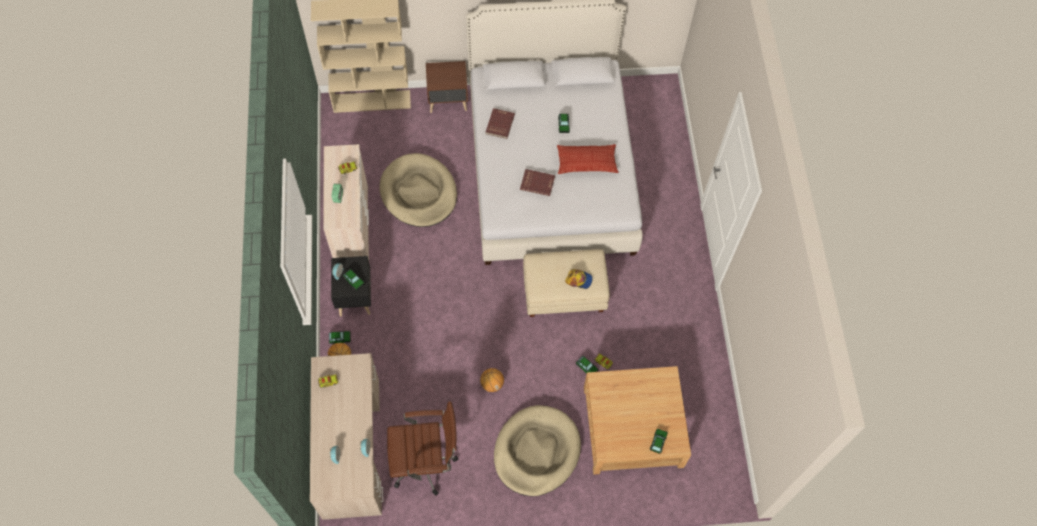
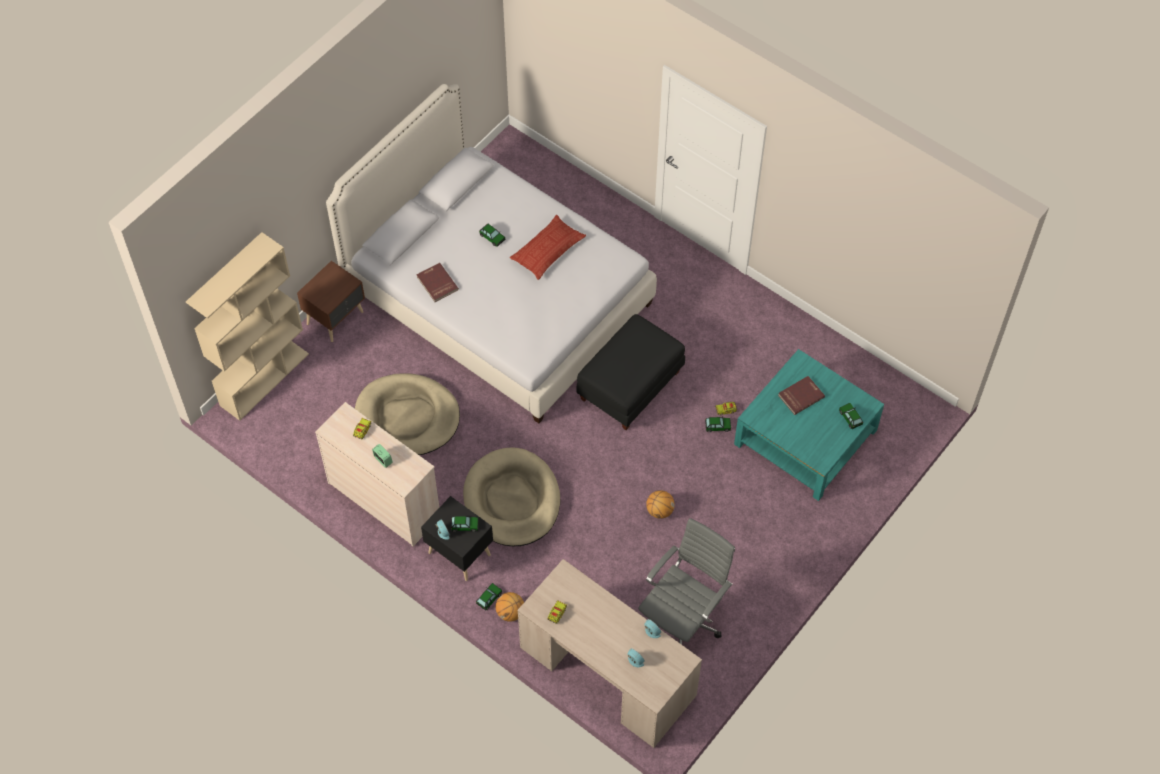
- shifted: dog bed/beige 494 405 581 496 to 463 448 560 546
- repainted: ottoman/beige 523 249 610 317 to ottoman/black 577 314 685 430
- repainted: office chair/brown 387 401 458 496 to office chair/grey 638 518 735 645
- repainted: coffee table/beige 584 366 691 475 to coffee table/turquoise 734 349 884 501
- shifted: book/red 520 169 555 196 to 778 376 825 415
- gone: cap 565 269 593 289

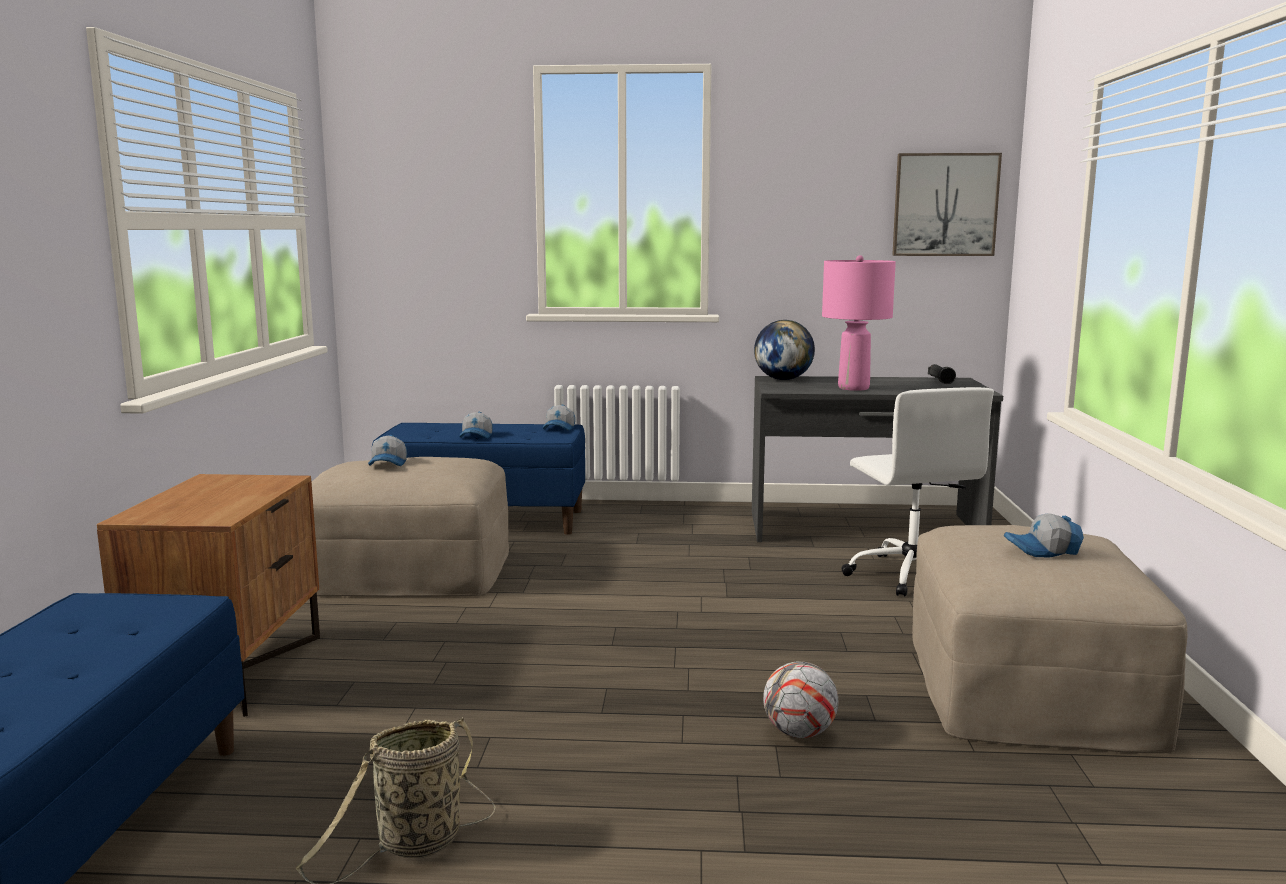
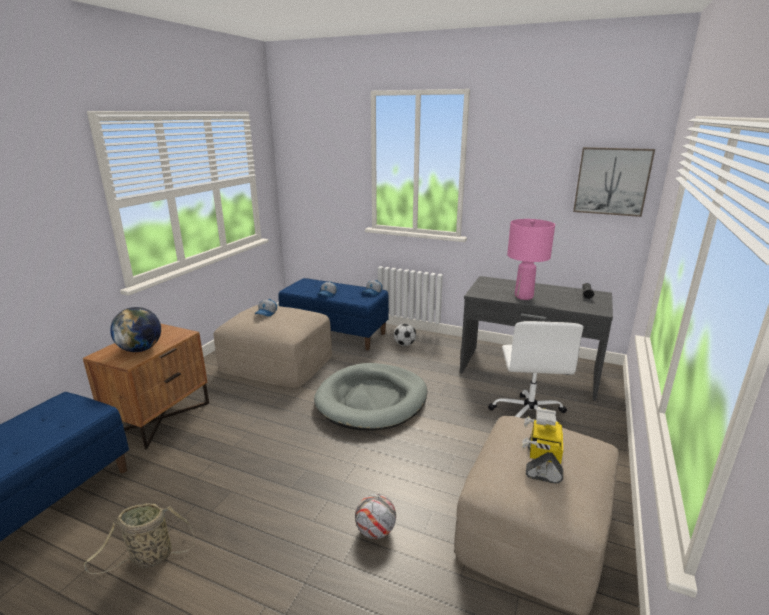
- shifted: globe 754 320 815 380 to 110 307 161 352
- new: dog bed/grey 314 363 427 430
- new: football 394 323 416 346
- swapped: cap 1004 513 1084 558 to toy robot 522 408 563 484

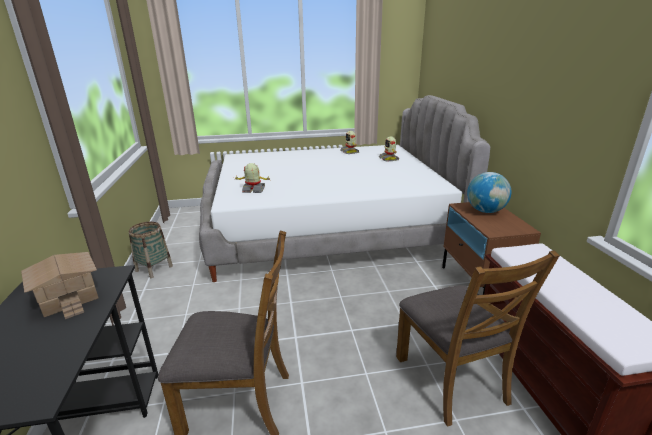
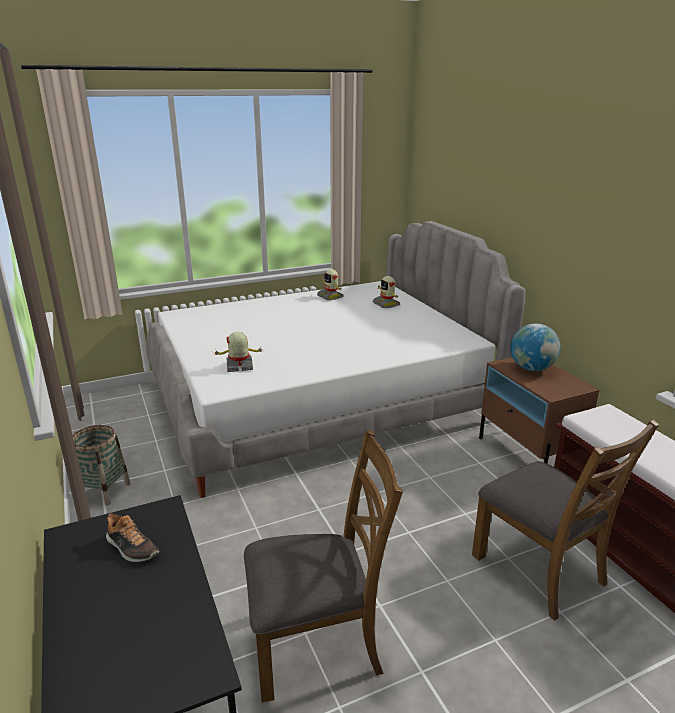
- swapped: toy house 21 252 99 319 to shoe 106 513 159 562

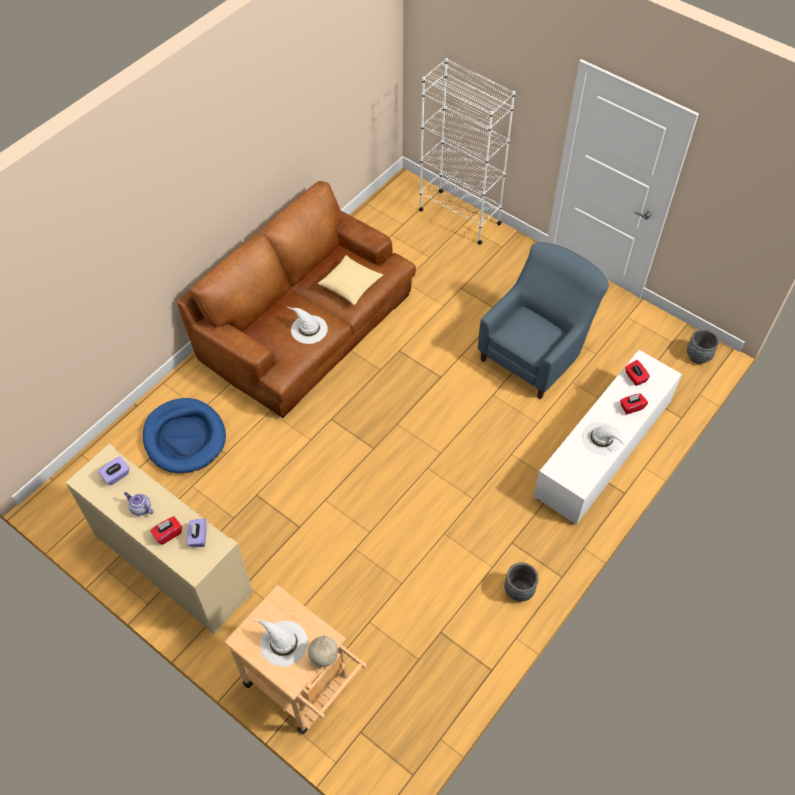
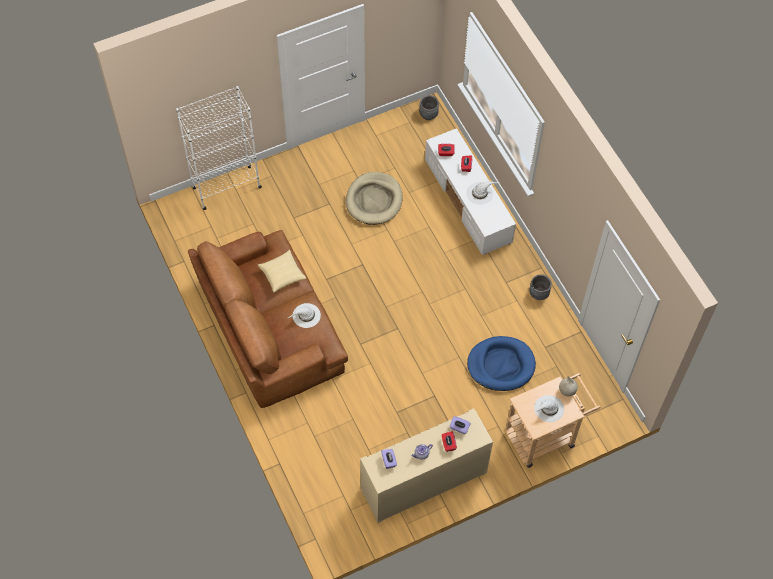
- swapped: armchair/blue 478 242 609 399 to dog bed/beige 346 172 403 225
- shifted: dog bed/blue 143 398 226 473 to 467 336 536 391

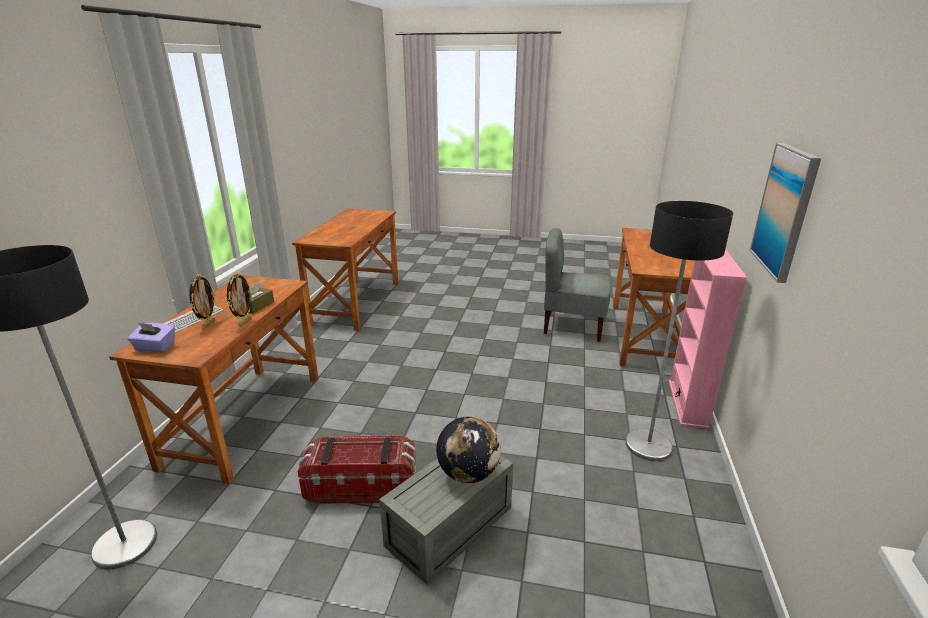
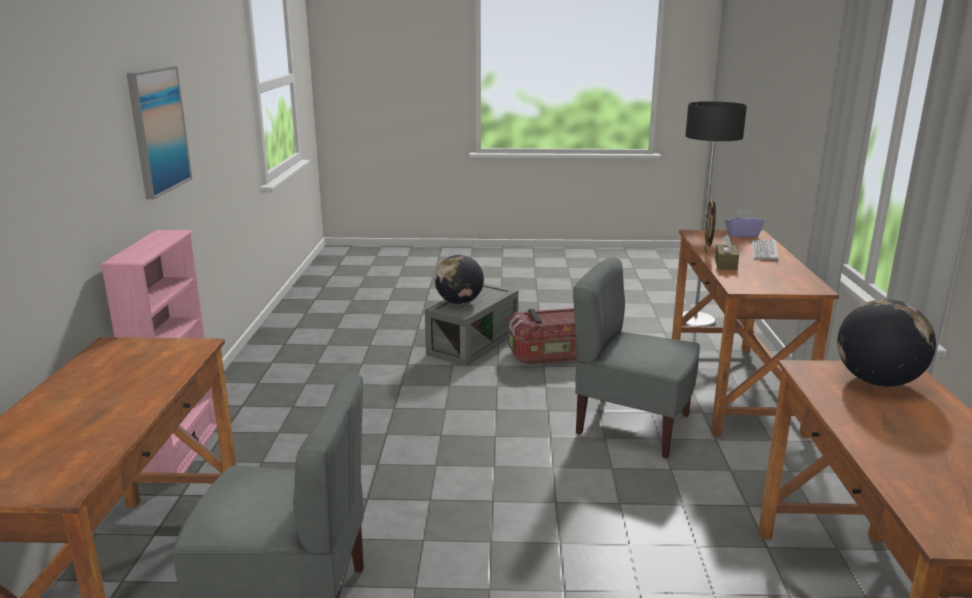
- new: chair/grey 573 258 700 458
- new: globe 837 299 936 387
- gone: picture frame 189 274 215 329
- gone: floor lamp 625 201 733 461

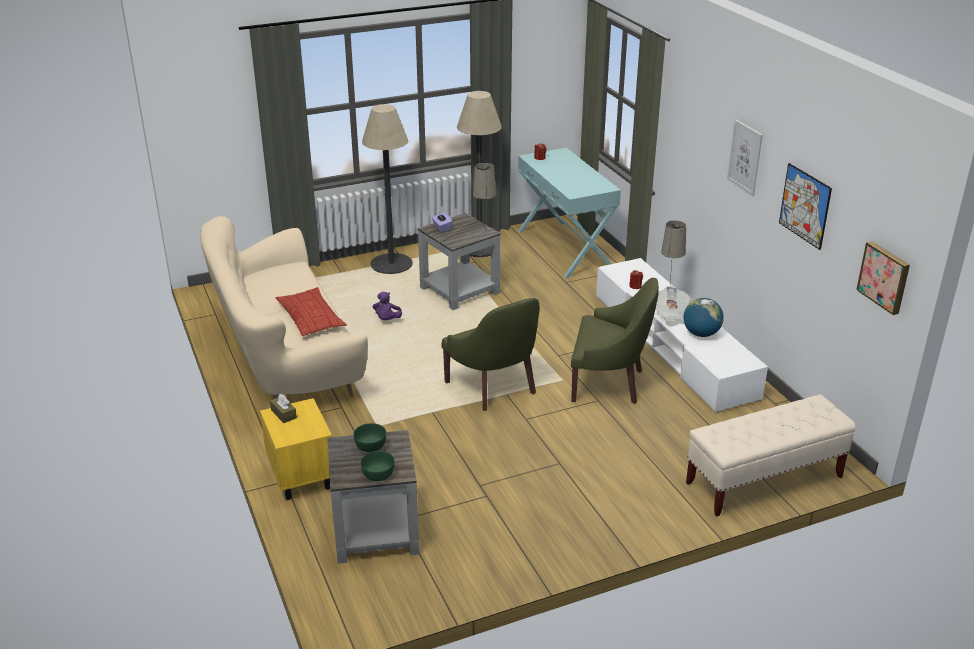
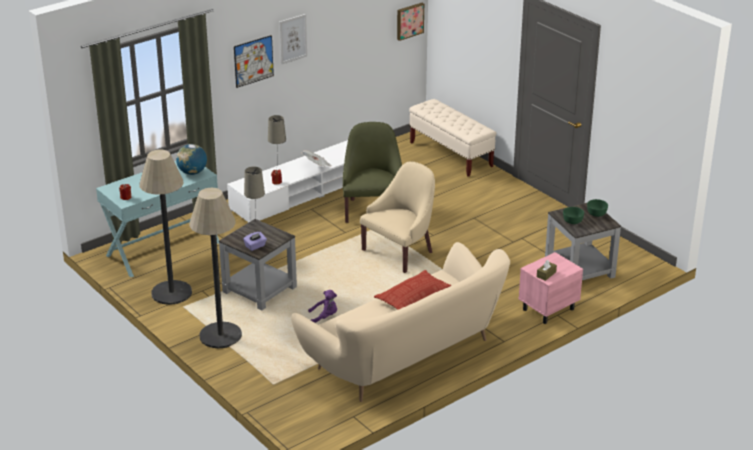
- shifted: globe 683 298 724 337 to 176 144 207 175
- shifted: picture 779 163 832 250 to 234 35 274 88
- repainted: armchair/green 441 298 540 411 to armchair/beige 360 161 435 273
- repainted: nightstand/yellow 260 398 332 500 to nightstand/pink 519 252 583 324

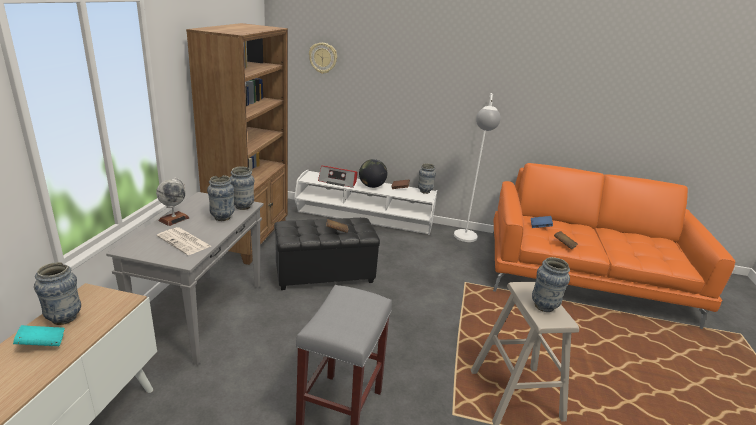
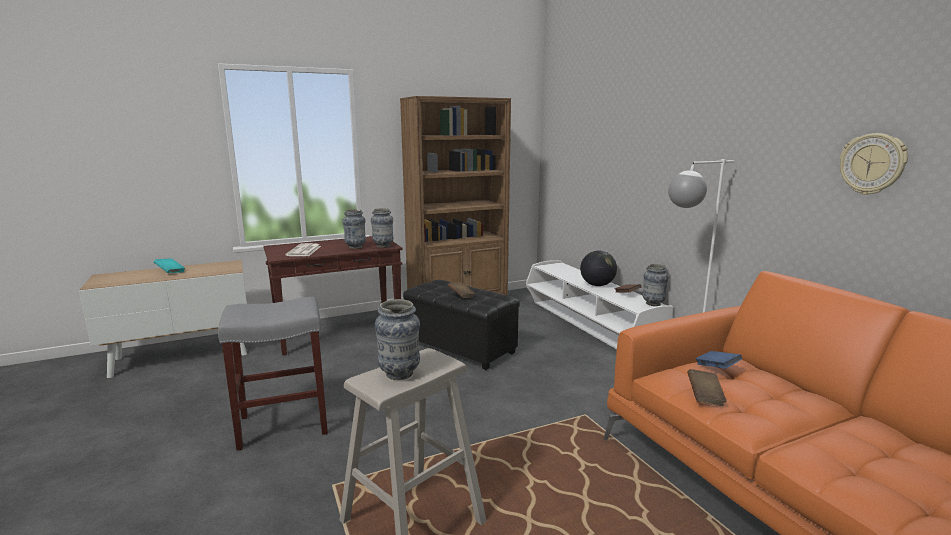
- repainted: console table/grey 106 192 264 365 to console table/brown 263 236 403 356
- shifted: wall clock 309 43 337 74 to 840 133 908 195
- gone: vase 34 262 81 325
- gone: globe 156 177 190 226
- gone: radio 318 166 357 188

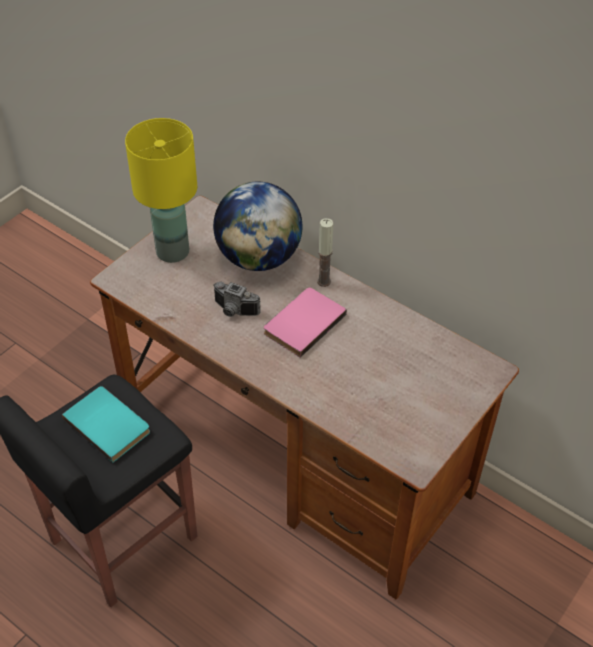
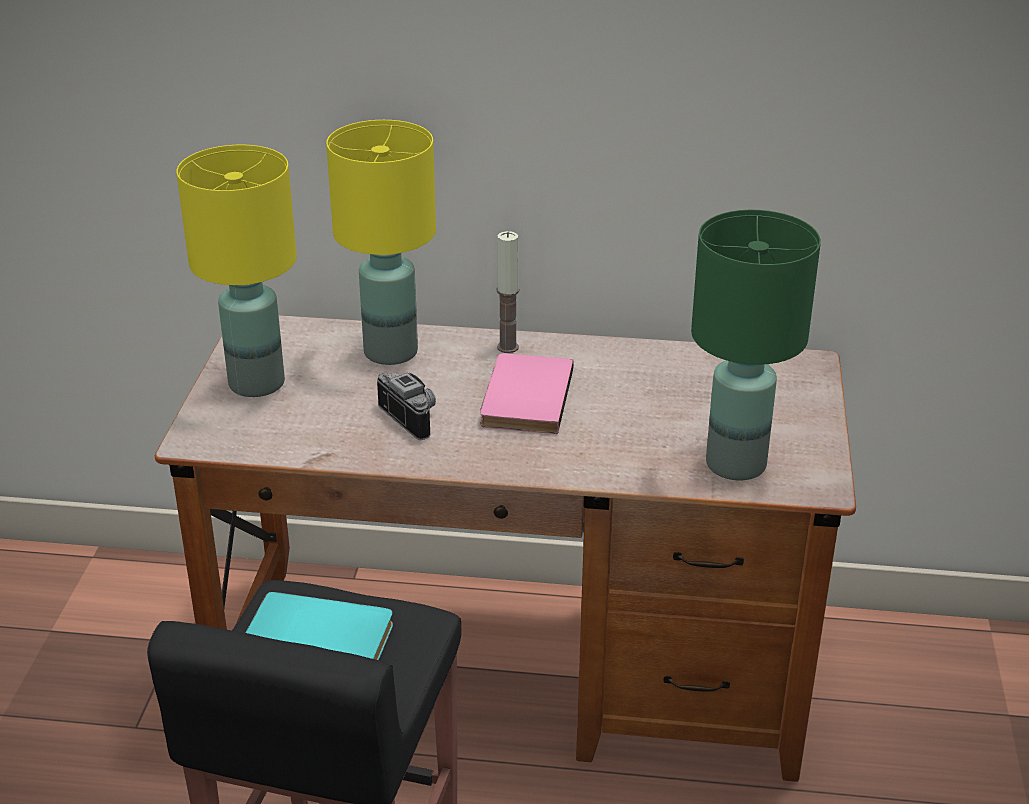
- swapped: globe 213 182 302 271 to table lamp/yellow 326 120 436 365
- rotated: photo camera 213 282 261 317 = 377 372 436 440 120 degrees counterclockwise
- new: table lamp/green 691 210 821 480

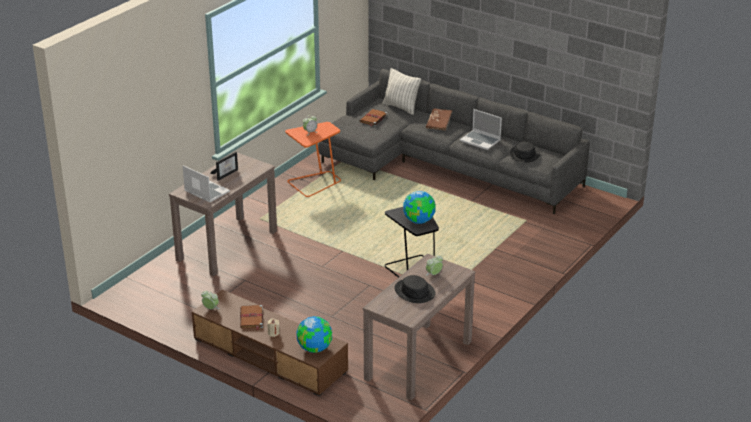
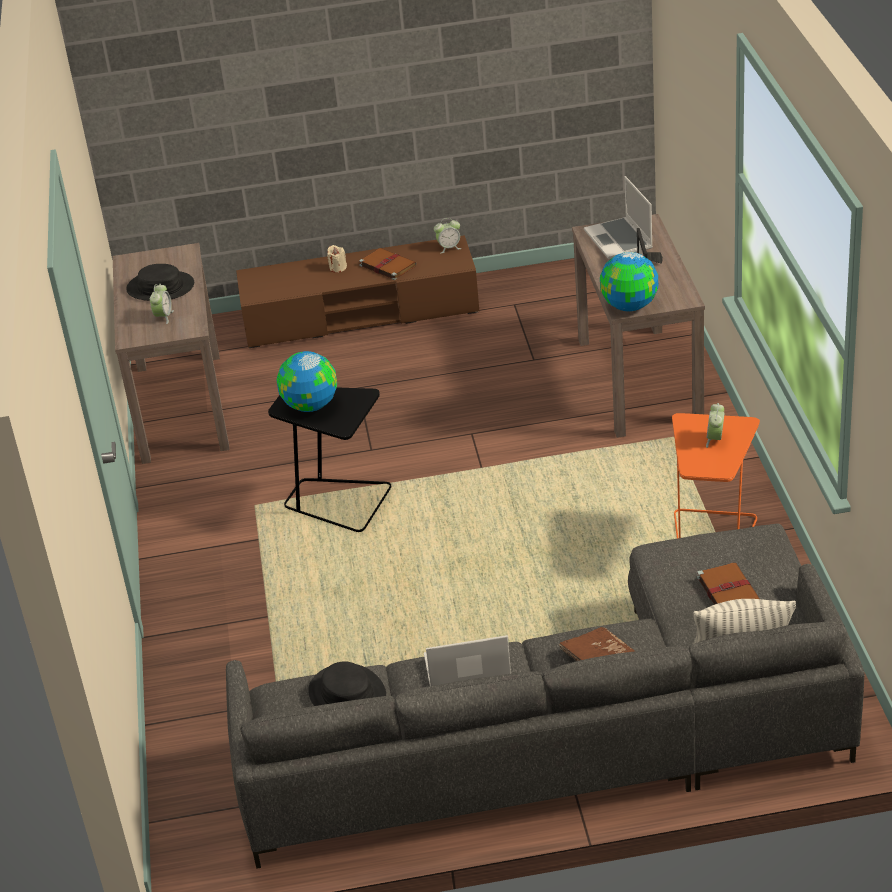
- rotated: laptop 182 165 230 203 = 584 176 653 259 75 degrees clockwise
- shifted: globe 296 316 332 353 to 600 252 658 311

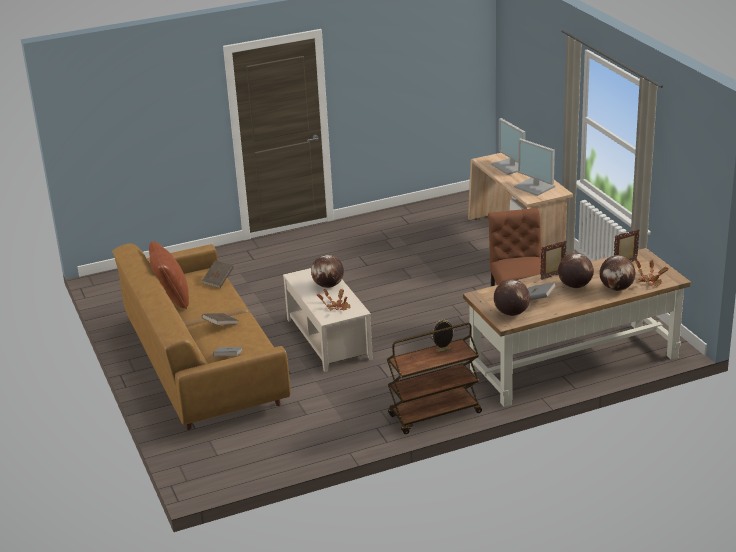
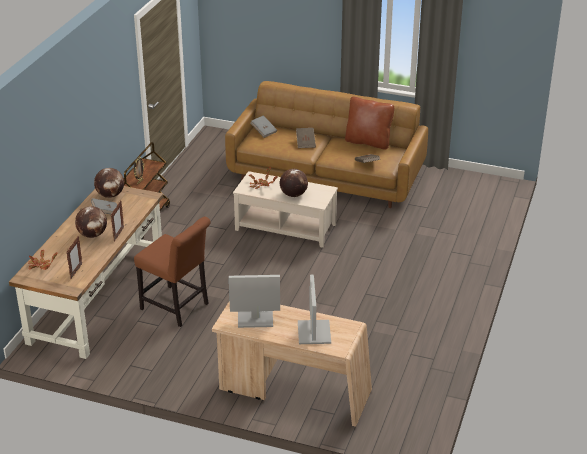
- rotated: monitor 491 118 526 175 = 298 275 331 344 75 degrees clockwise
- gone: globe 599 255 635 291

